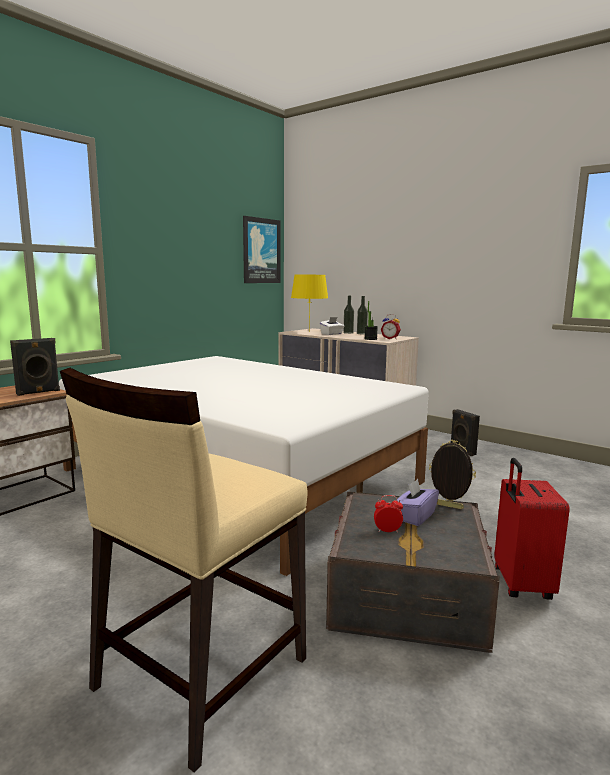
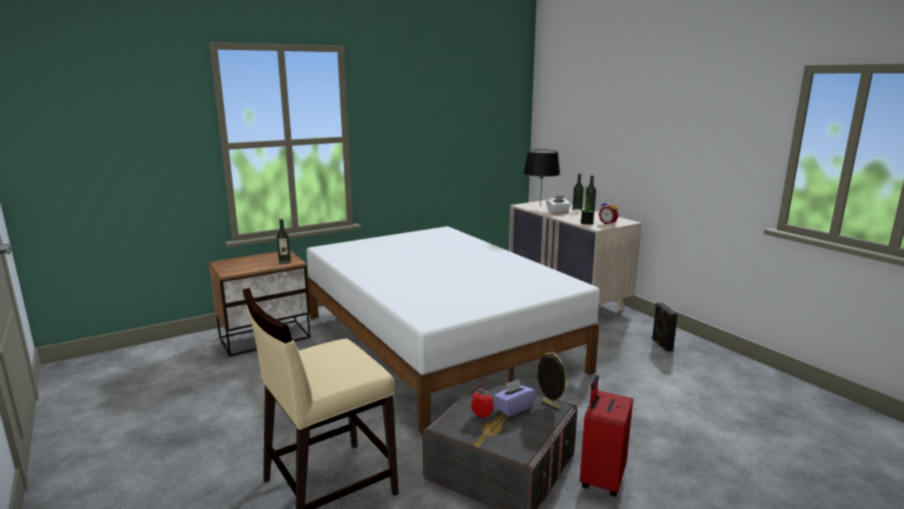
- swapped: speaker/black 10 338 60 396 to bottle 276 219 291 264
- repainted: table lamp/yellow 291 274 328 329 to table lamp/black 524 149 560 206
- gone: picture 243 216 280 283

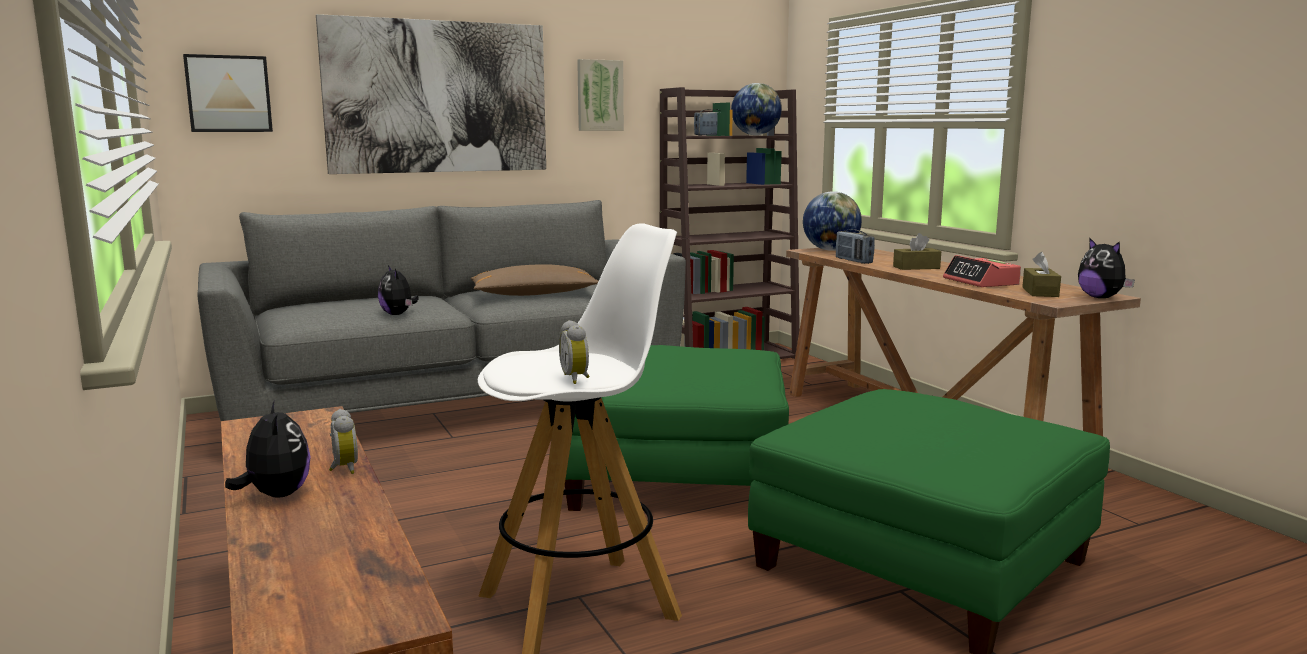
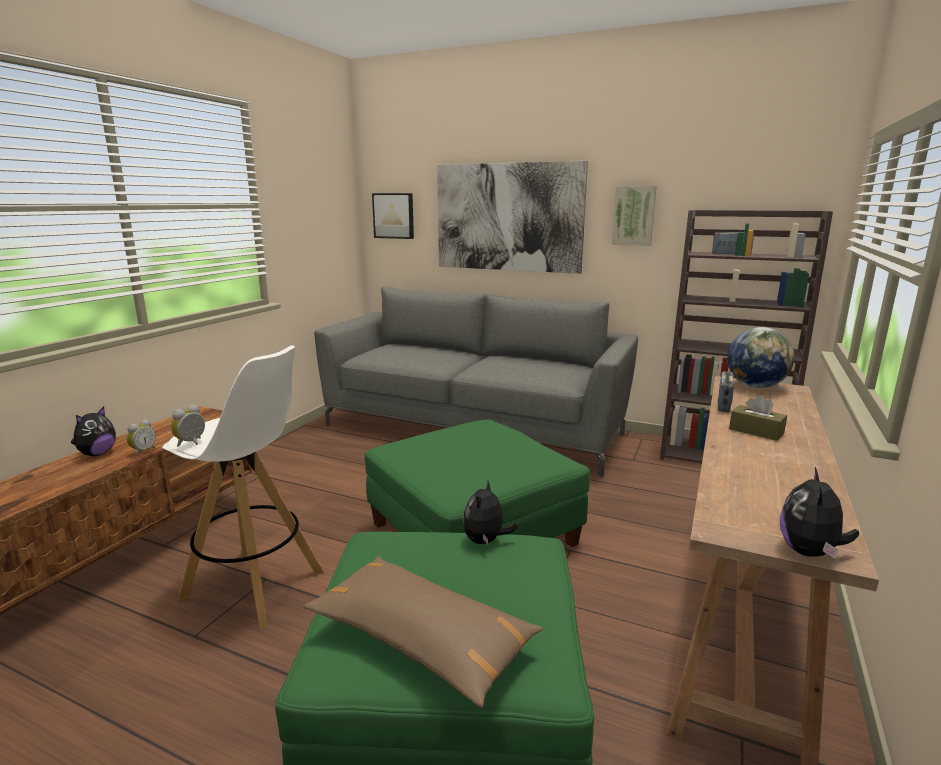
- shifted: pillow/brown 470 265 599 296 to 304 556 543 708
- shifted: plush toy 378 265 419 315 to 463 480 517 544
- gone: globe 731 83 782 135
- gone: alarm clock 943 255 1021 287
- gone: tissue box/brown 1022 252 1061 297

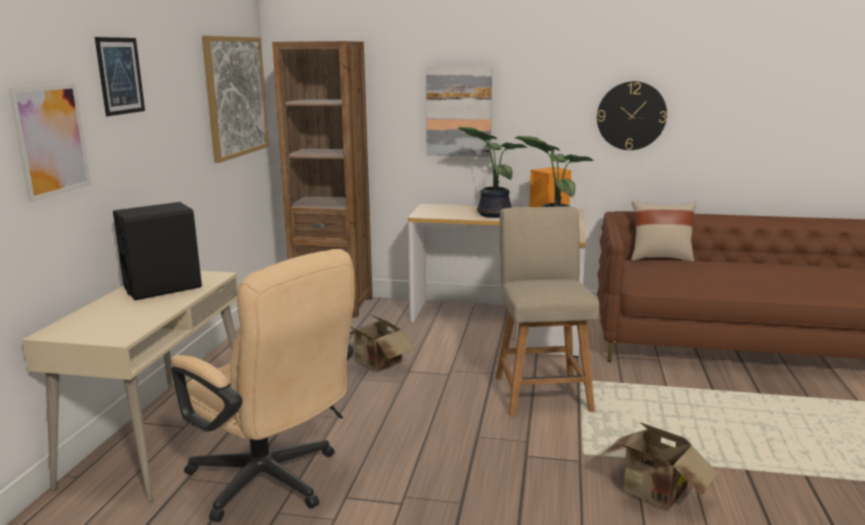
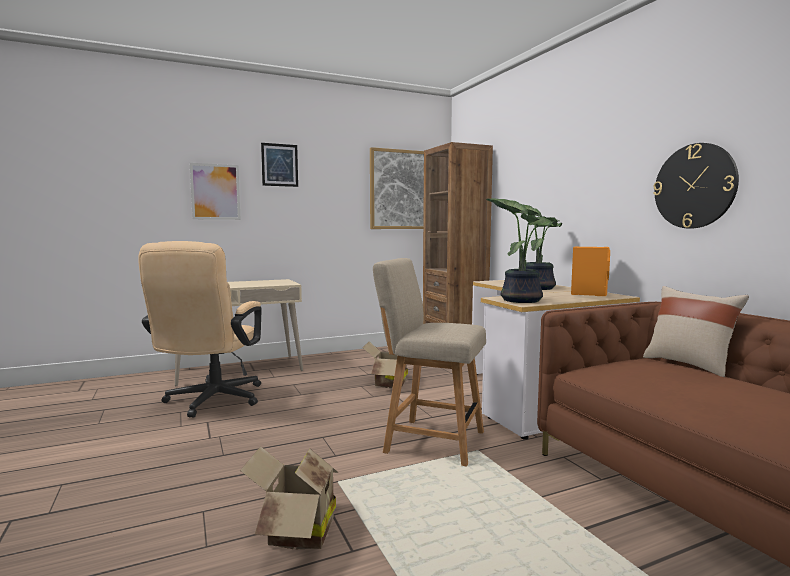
- rotated: chair/beige 496 206 599 417 = 373 258 486 466 120 degrees counterclockwise
- gone: speaker/black 113 202 202 300
- gone: picture 426 67 492 157

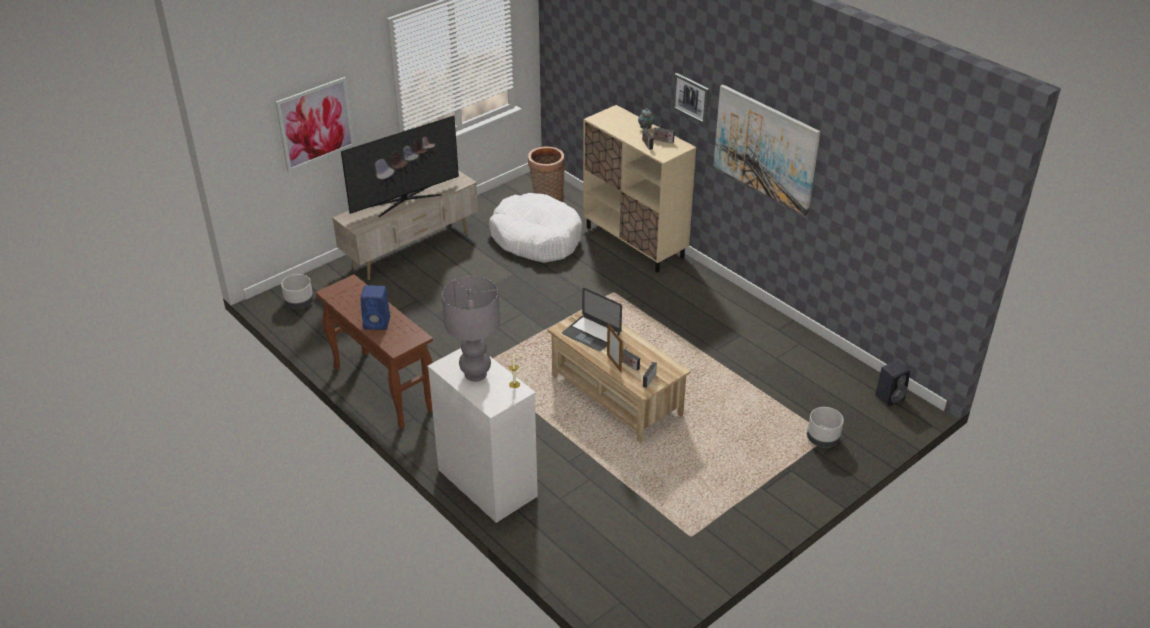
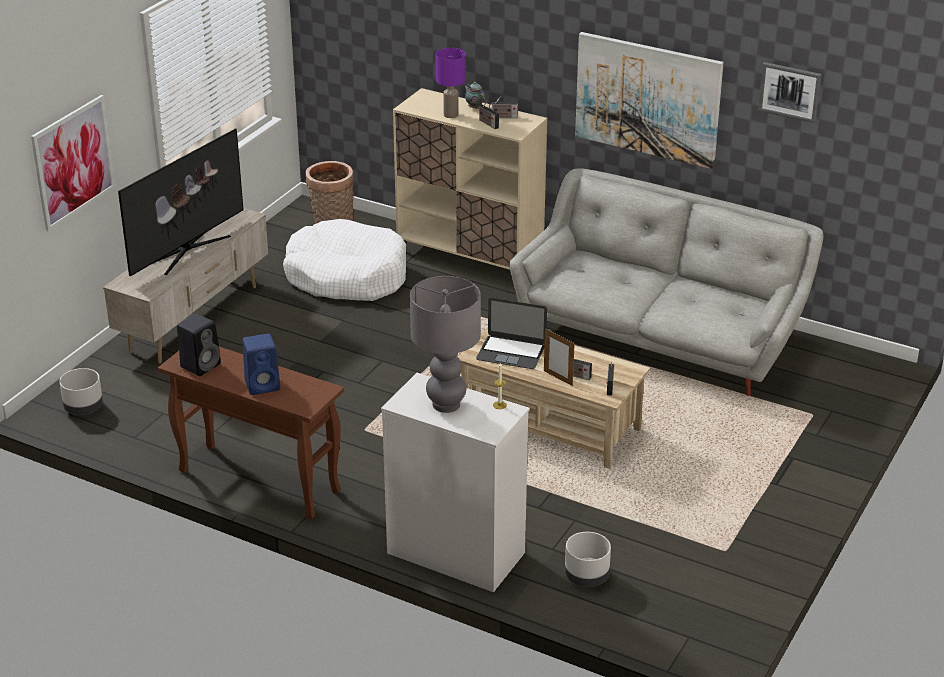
- shifted: speaker/black 875 361 910 406 to 177 314 221 376
- new: table lamp/purple 435 48 466 118
- new: sofa/grey 509 168 823 396
- shifted: planter/grey 807 407 844 448 to 565 532 611 587
- shifted: picture 673 73 709 125 to 758 62 822 123

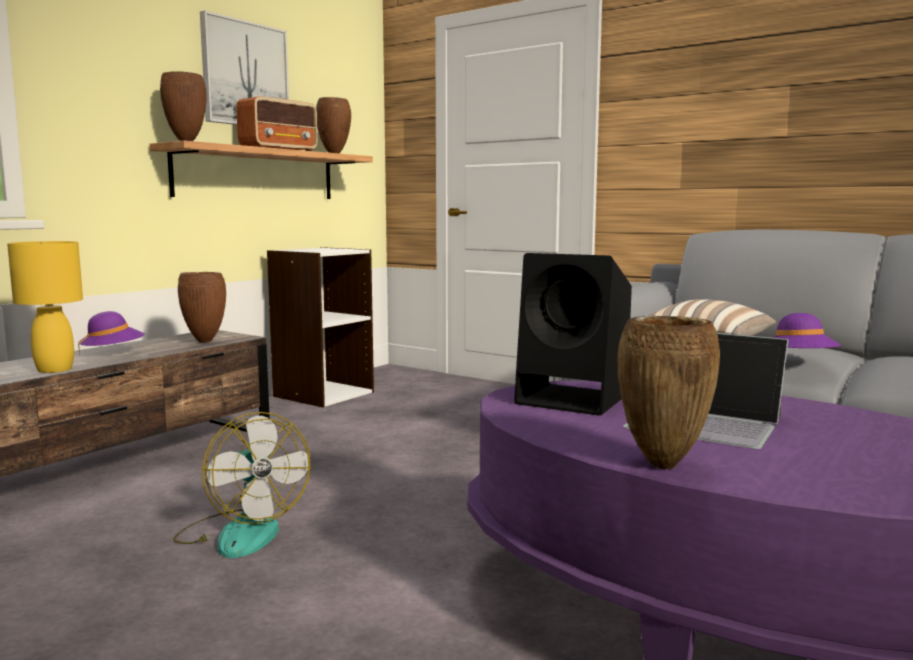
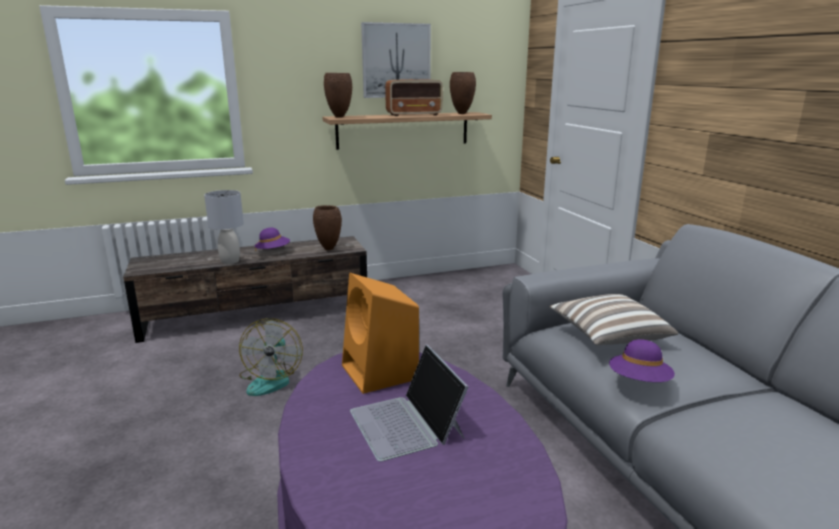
- repainted: table lamp/yellow 7 241 83 373 to table lamp/grey 204 190 244 264
- repainted: speaker/black 514 253 632 416 to speaker/orange 342 273 419 394
- gone: bookcase/white 267 247 374 407
- gone: vase/brown 617 316 720 469

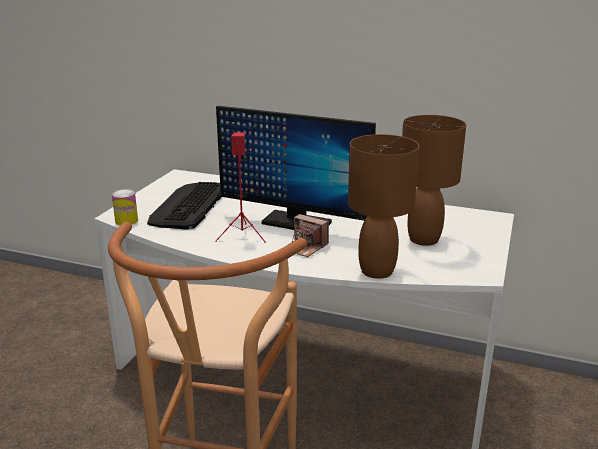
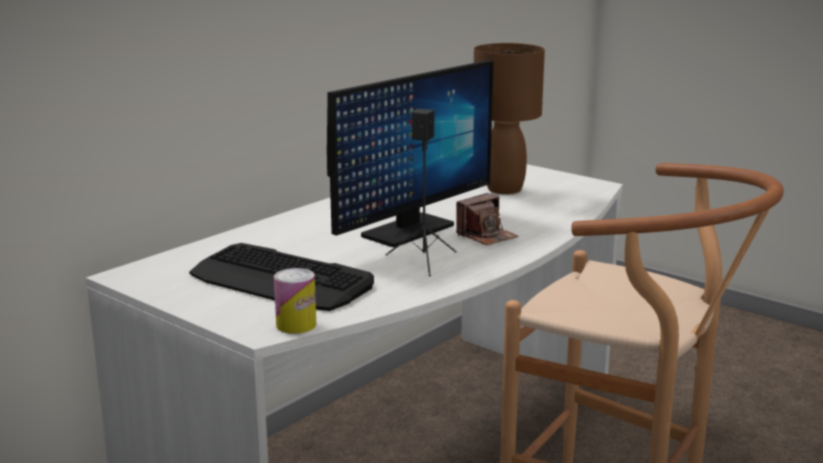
- repainted: speaker/red 215 132 266 243 to speaker/black 386 109 457 276
- gone: table lamp/brown 348 134 419 279

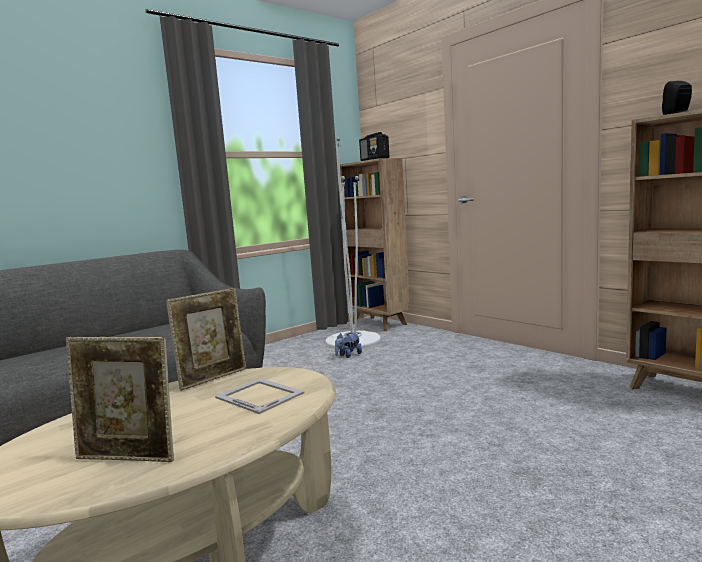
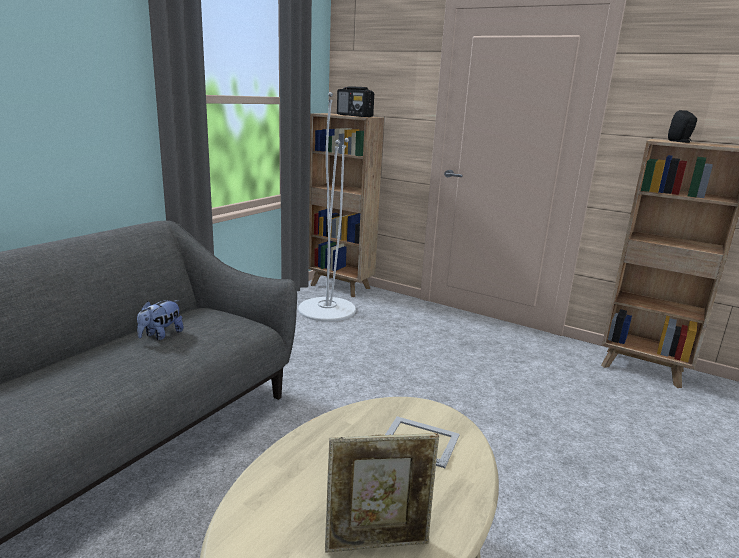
- shifted: plush toy 335 333 362 358 to 137 300 184 340
- gone: picture frame 166 288 246 391

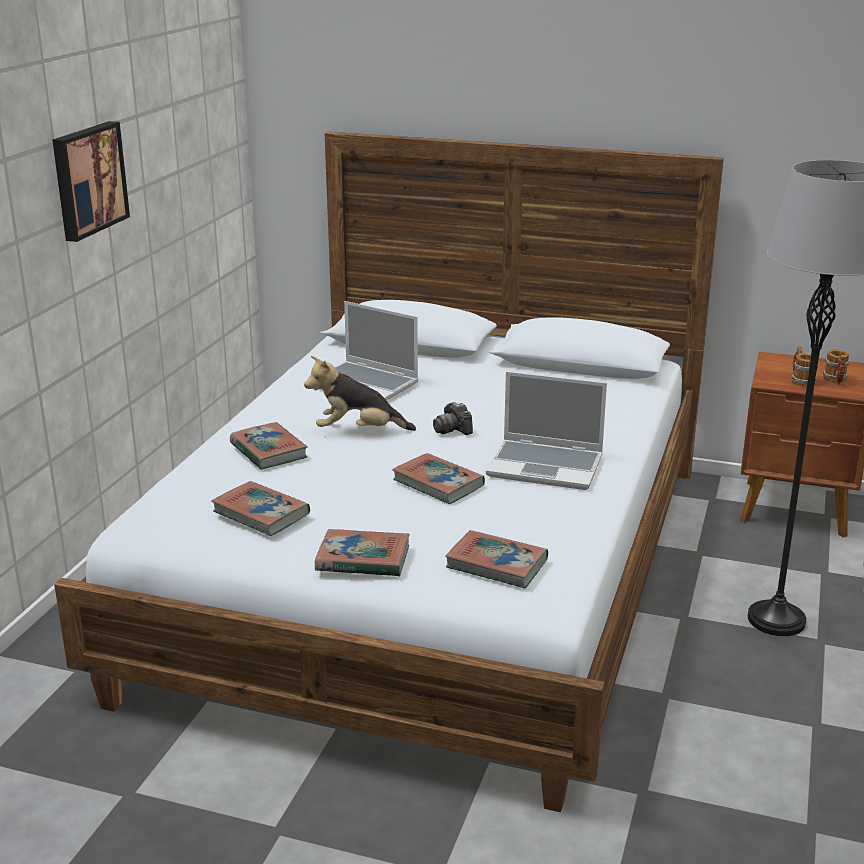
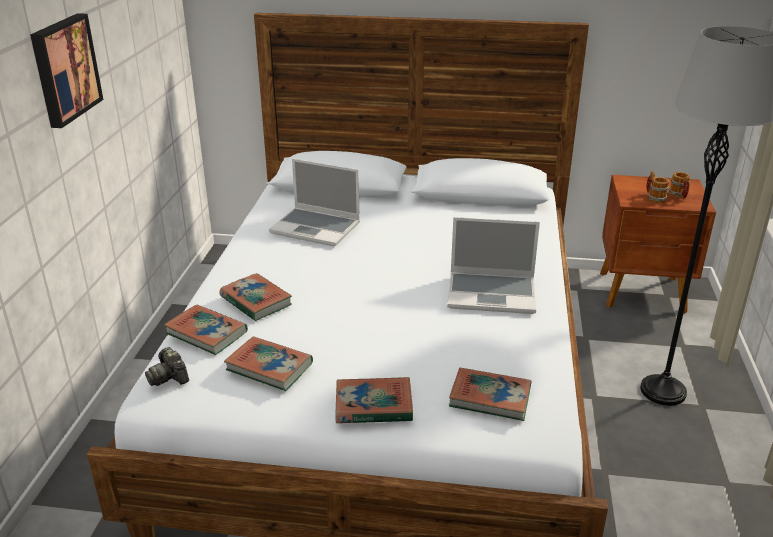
- shifted: photo camera 433 402 473 435 to 145 347 189 386
- shifted: book 393 453 485 504 to 164 305 248 355
- gone: plush toy 304 356 416 431

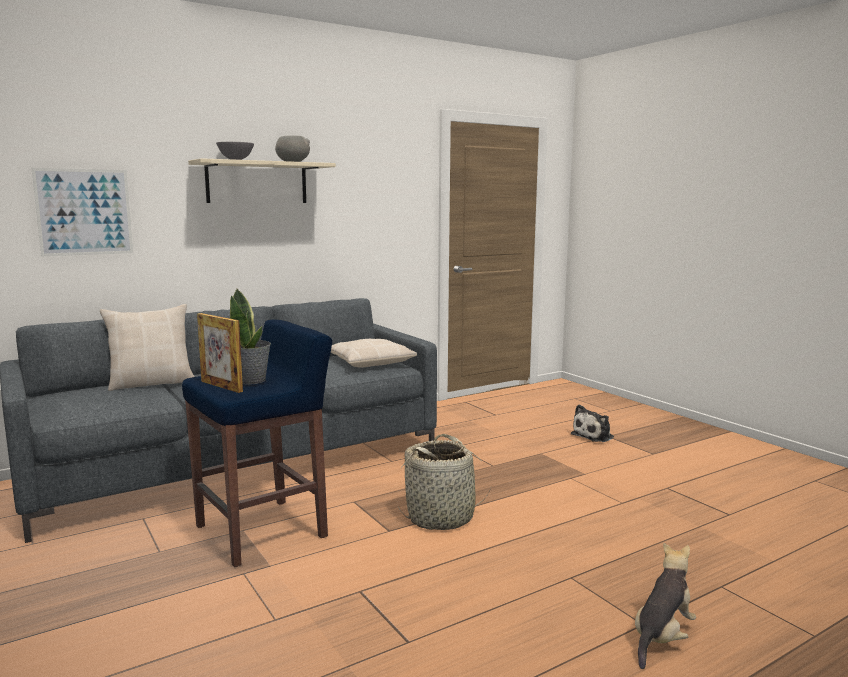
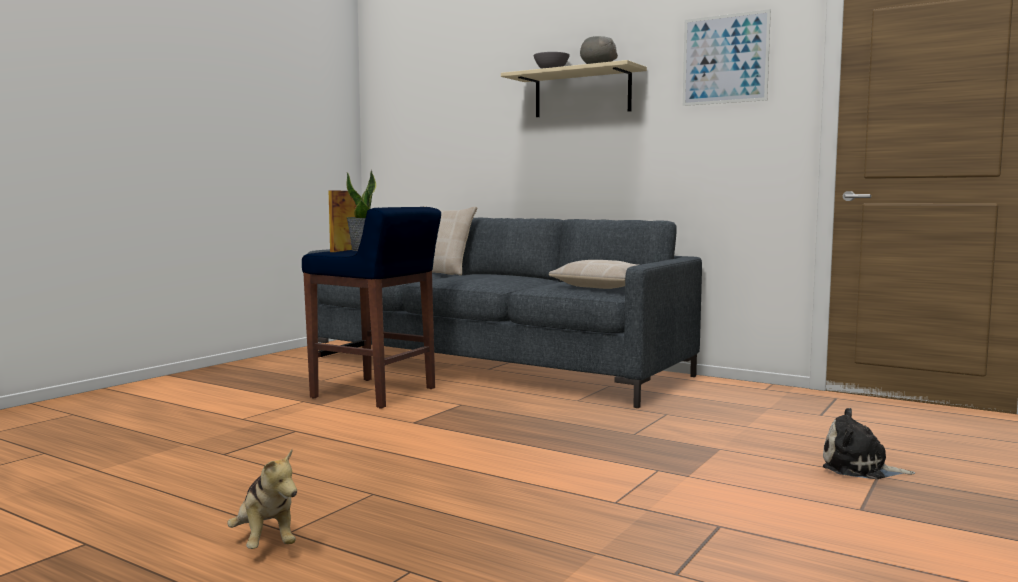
- rotated: plush toy 635 542 696 669 = 227 449 297 549 45 degrees clockwise
- shifted: picture 32 168 133 256 to 683 9 771 106
- gone: basket 398 434 491 530

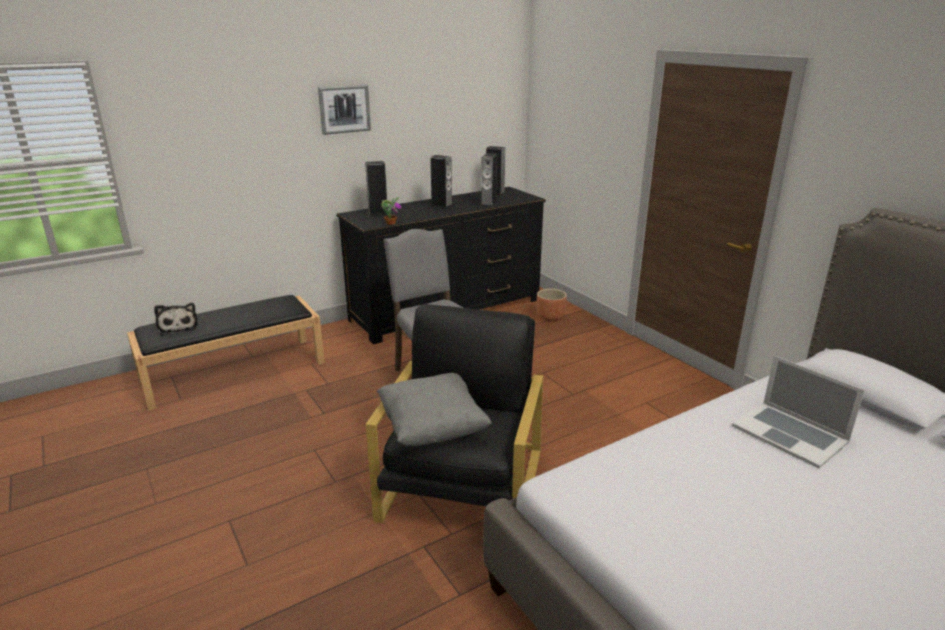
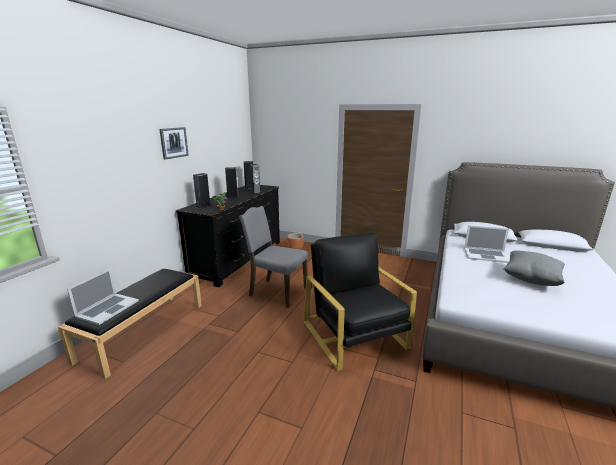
- swapped: plush toy 154 303 199 336 to laptop 67 268 139 325
- shifted: pillow/grey 377 373 492 446 to 503 251 565 286

